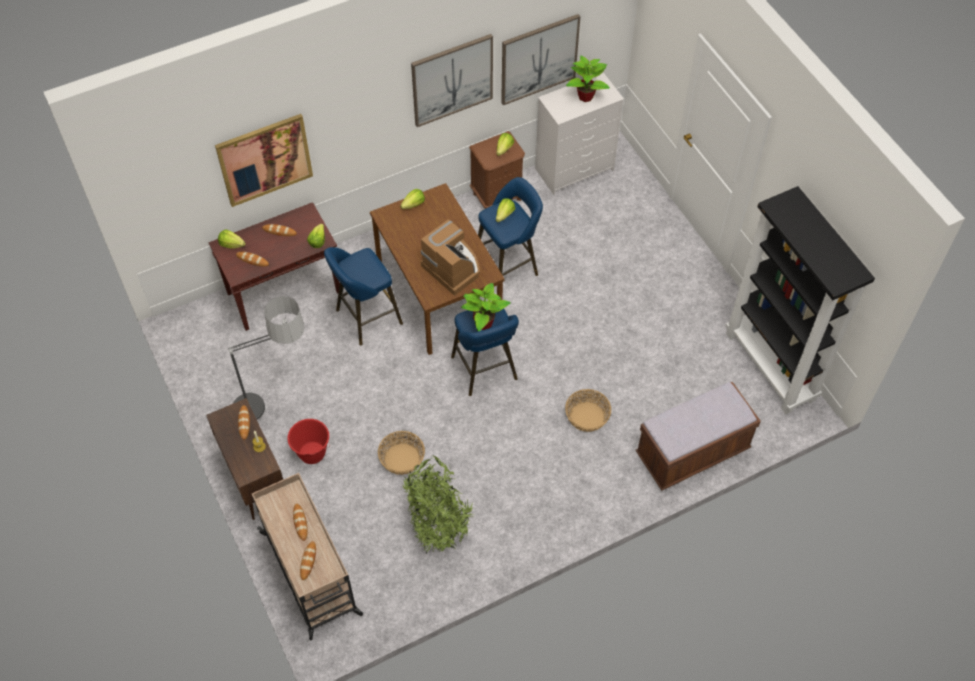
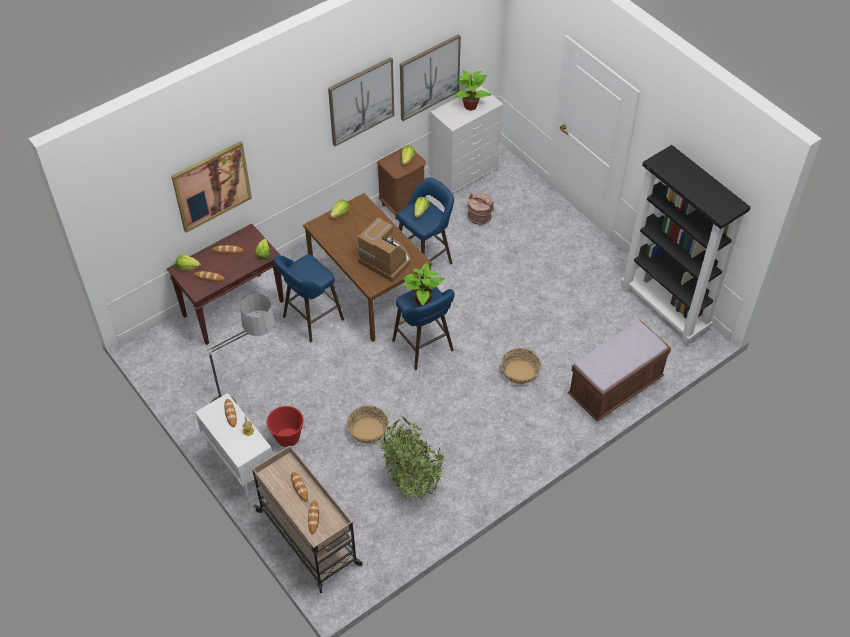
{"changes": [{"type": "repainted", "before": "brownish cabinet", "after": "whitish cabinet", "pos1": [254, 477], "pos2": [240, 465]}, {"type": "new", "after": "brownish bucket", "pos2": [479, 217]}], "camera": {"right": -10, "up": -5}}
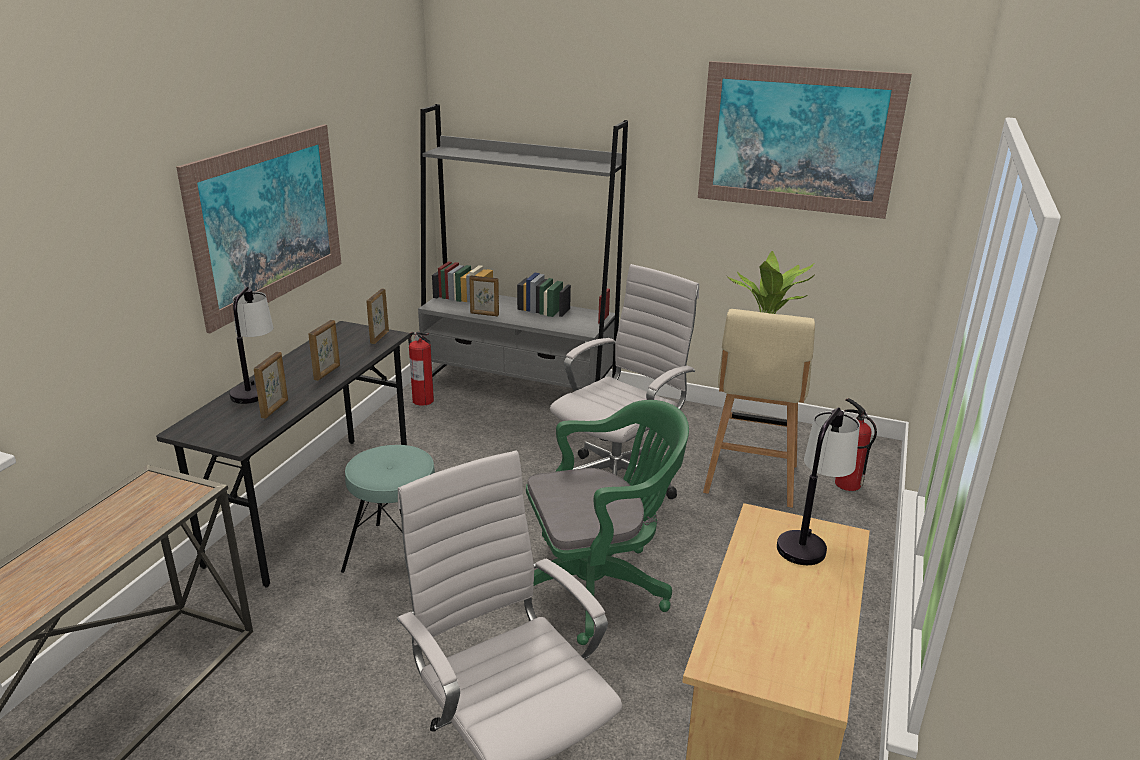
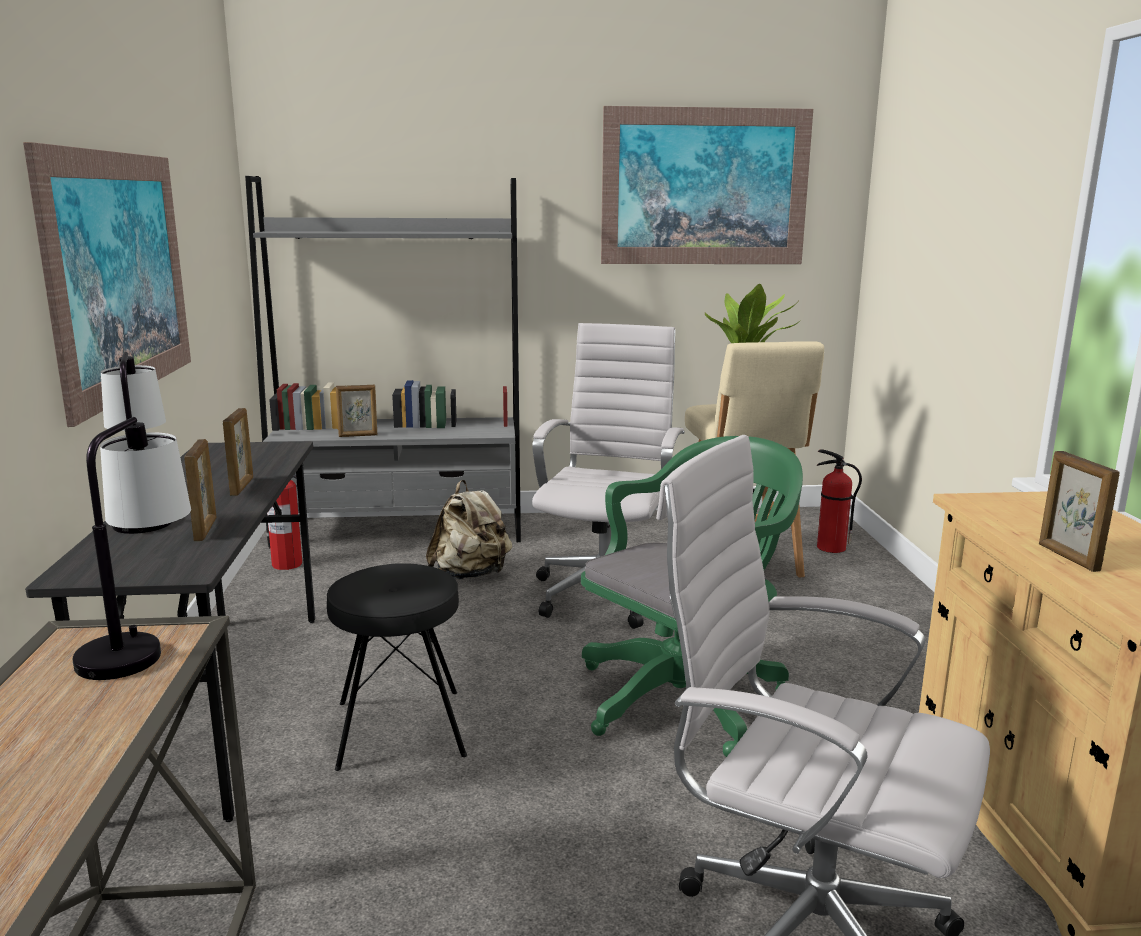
{"changes": [{"type": "repainted", "before": "blue-green stool seat", "after": "blackish stool seat", "pos1": [397, 554], "pos2": [400, 728]}, {"type": "shifted", "before": "picture frame", "pos1": [379, 337], "pos2": [1067, 557]}, {"type": "shifted", "before": "table lamp", "pos1": [808, 538], "pos2": [140, 642]}, {"type": "new", "after": "beige-coloured knapsack", "pos2": [470, 575]}], "camera": {"right": -25, "up": -10}}
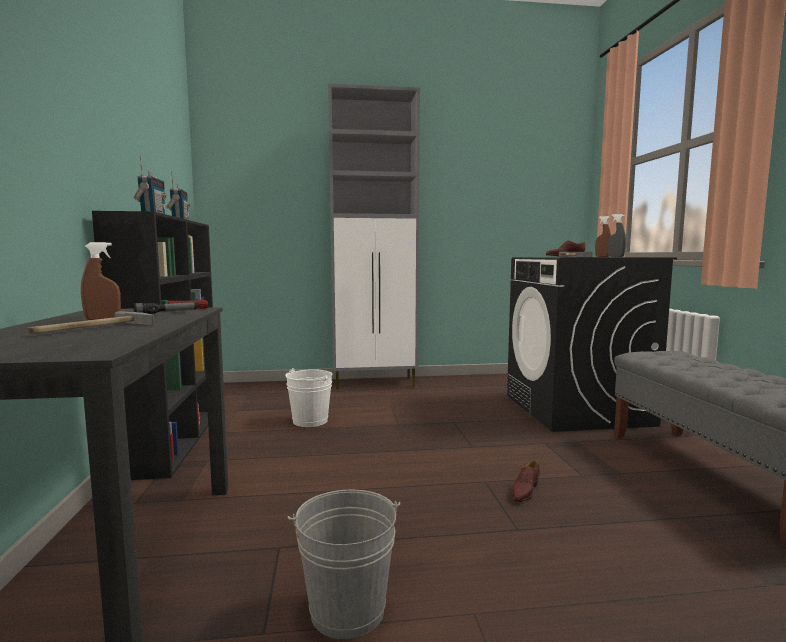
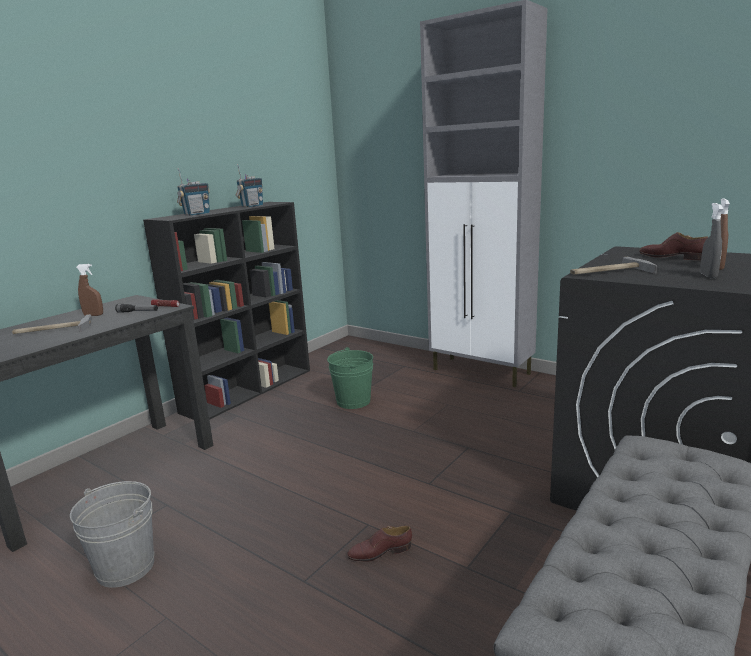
{"changes": [{"type": "repainted", "before": "whitish bucket", "after": "green bucket", "pos1": [310, 421], "pos2": [353, 401]}], "camera": {"right": 45, "up": 10}}
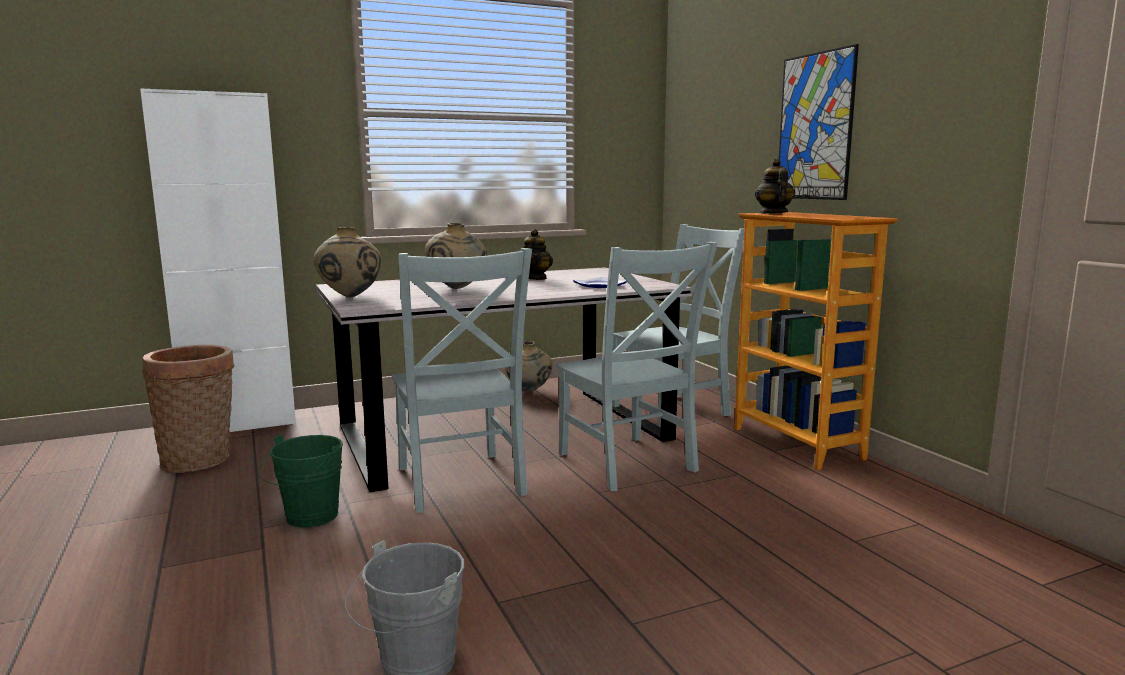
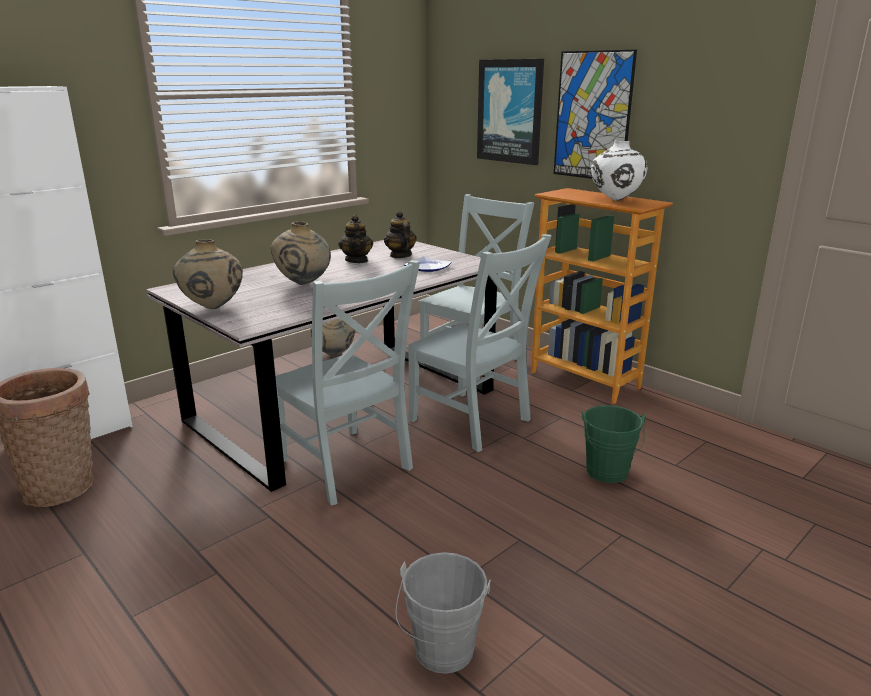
{"changes": [{"type": "shifted", "before": "green bucket", "pos1": [308, 518], "pos2": [607, 474]}, {"type": "shifted", "before": "pot for tea", "pos1": [773, 213], "pos2": [400, 256]}, {"type": "new", "after": "wall art", "pos2": [510, 111]}, {"type": "new", "after": "whitish decorative vase", "pos2": [615, 200]}], "camera": {"right": -20, "up": 10}}
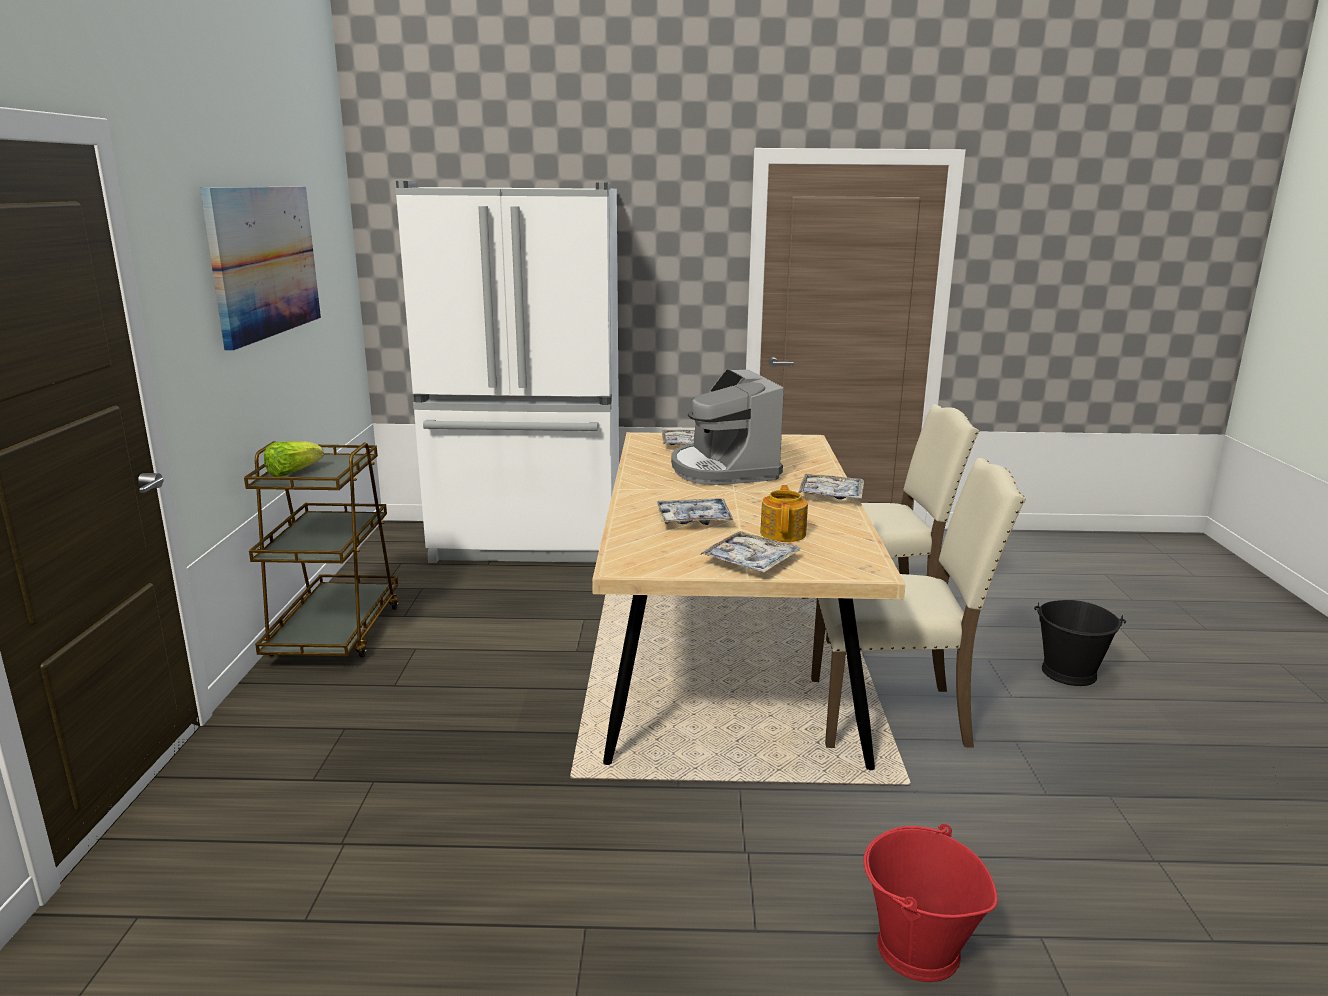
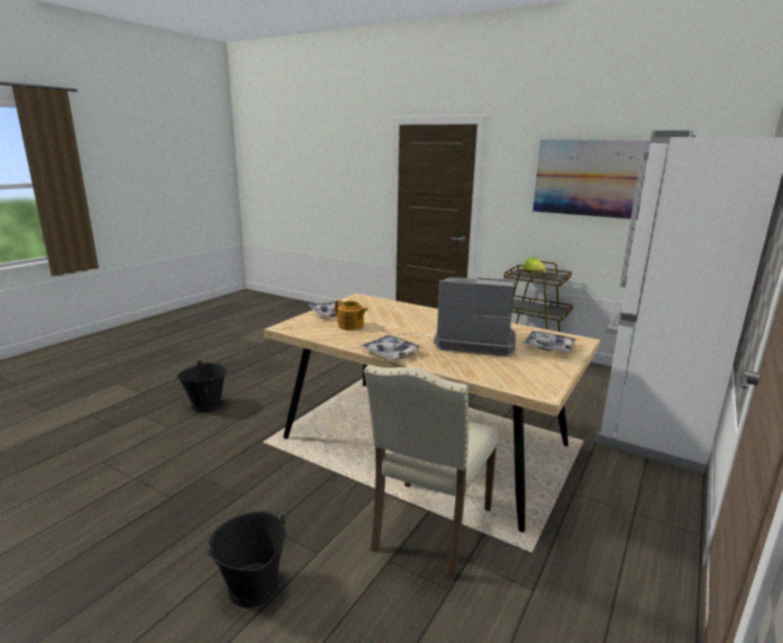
{"changes": [{"type": "gone", "before": "tray", "pos1": [693, 519]}, {"type": "gone", "before": "beige-coloured chair", "pos1": [892, 714]}, {"type": "repainted", "before": "red bucket", "after": "blackish bucket", "pos1": [917, 950], "pos2": [207, 404]}], "camera": {"right": 120, "up": 0}}
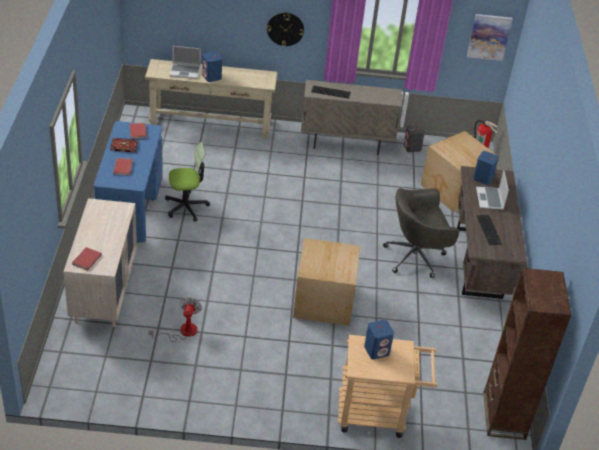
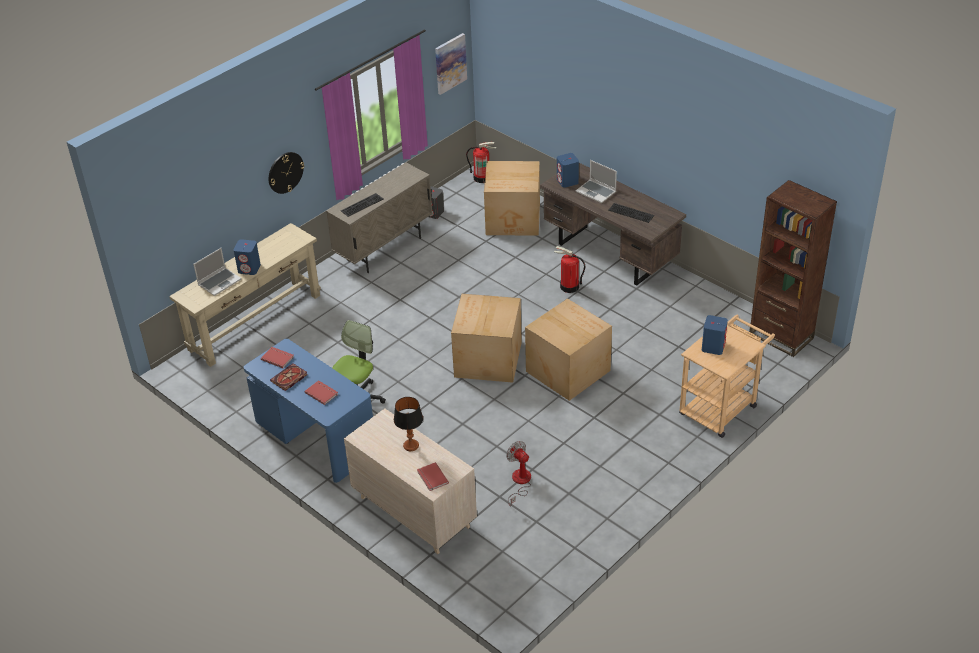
{"changes": [{"type": "swapped", "before": "gray desk chair", "after": "extinguisher", "pos1": [416, 257], "pos2": [569, 287]}, {"type": "new", "after": "table lamp", "pos2": [411, 446]}, {"type": "new", "after": "cardboard box", "pos2": [487, 360]}], "camera": {"right": -45, "up": 0}}
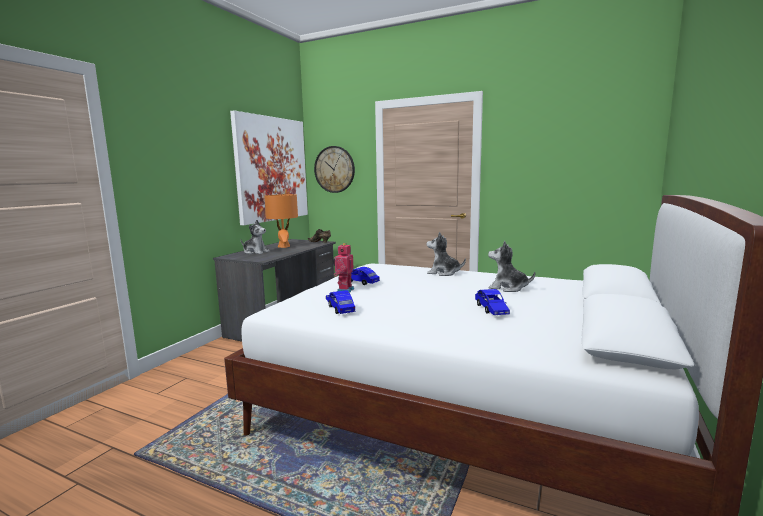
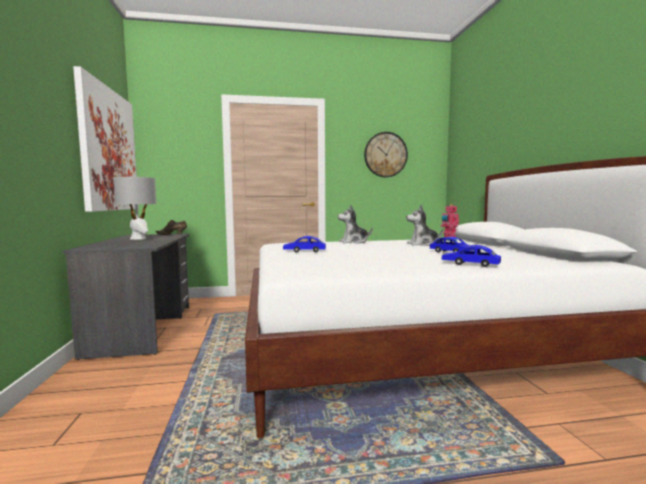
{"changes": [{"type": "gone", "before": "cuddly toy", "pos1": [255, 252]}, {"type": "repainted", "before": "orange-coloured table lamp", "after": "gray table lamp", "pos1": [284, 246], "pos2": [138, 239]}, {"type": "shifted", "before": "wall clock", "pos1": [334, 169], "pos2": [385, 154]}, {"type": "shifted", "before": "bluish miniature car", "pos1": [340, 308], "pos2": [470, 264]}, {"type": "shifted", "before": "robot figure", "pos1": [344, 290], "pos2": [449, 240]}], "camera": {"right": -35, "up": -5}}
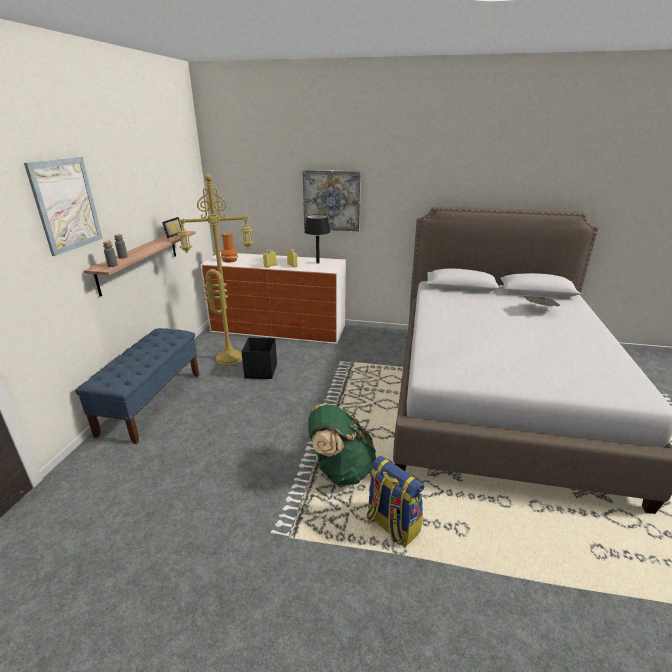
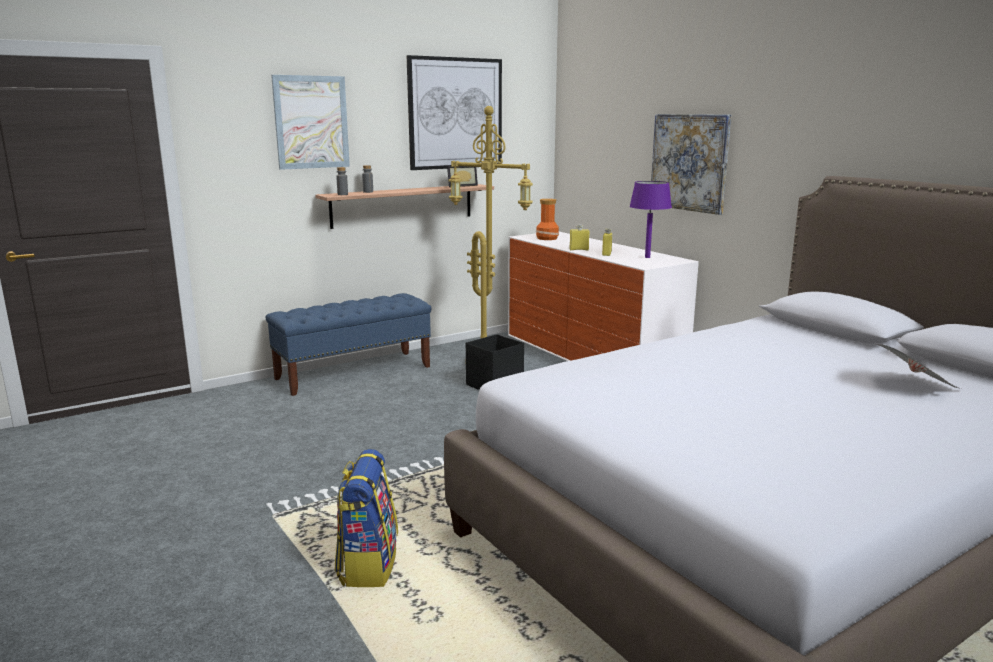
{"changes": [{"type": "repainted", "before": "blackish table lamp", "after": "purple-coloured table lamp", "pos1": [318, 263], "pos2": [647, 257]}, {"type": "gone", "before": "green knapsack", "pos1": [340, 469]}, {"type": "new", "after": "wall art", "pos2": [455, 113]}], "camera": {"right": 45, "up": -10}}
